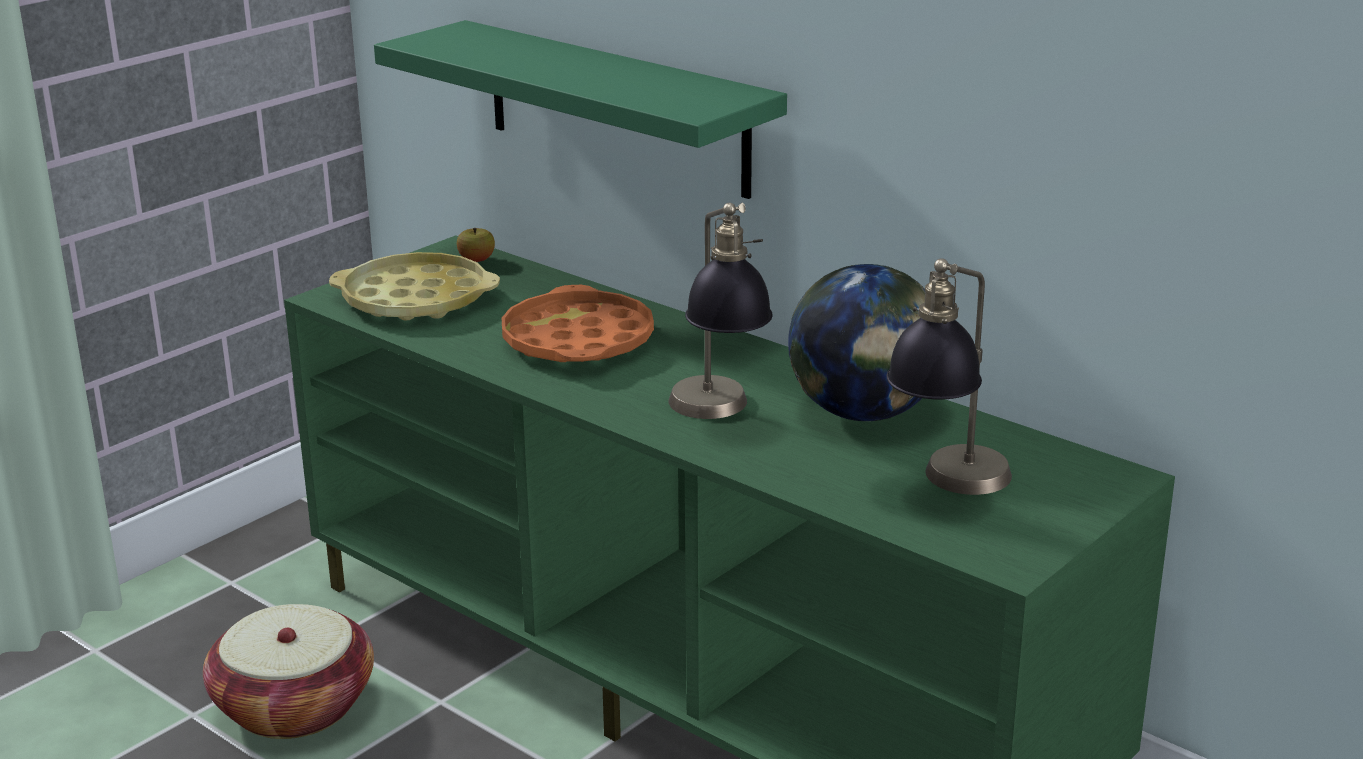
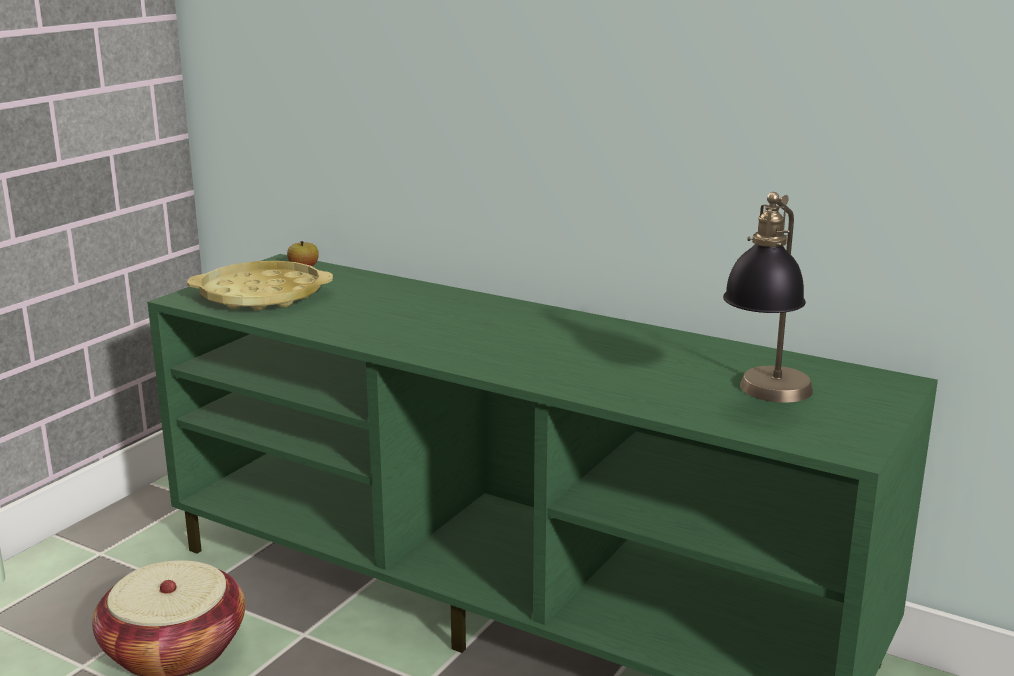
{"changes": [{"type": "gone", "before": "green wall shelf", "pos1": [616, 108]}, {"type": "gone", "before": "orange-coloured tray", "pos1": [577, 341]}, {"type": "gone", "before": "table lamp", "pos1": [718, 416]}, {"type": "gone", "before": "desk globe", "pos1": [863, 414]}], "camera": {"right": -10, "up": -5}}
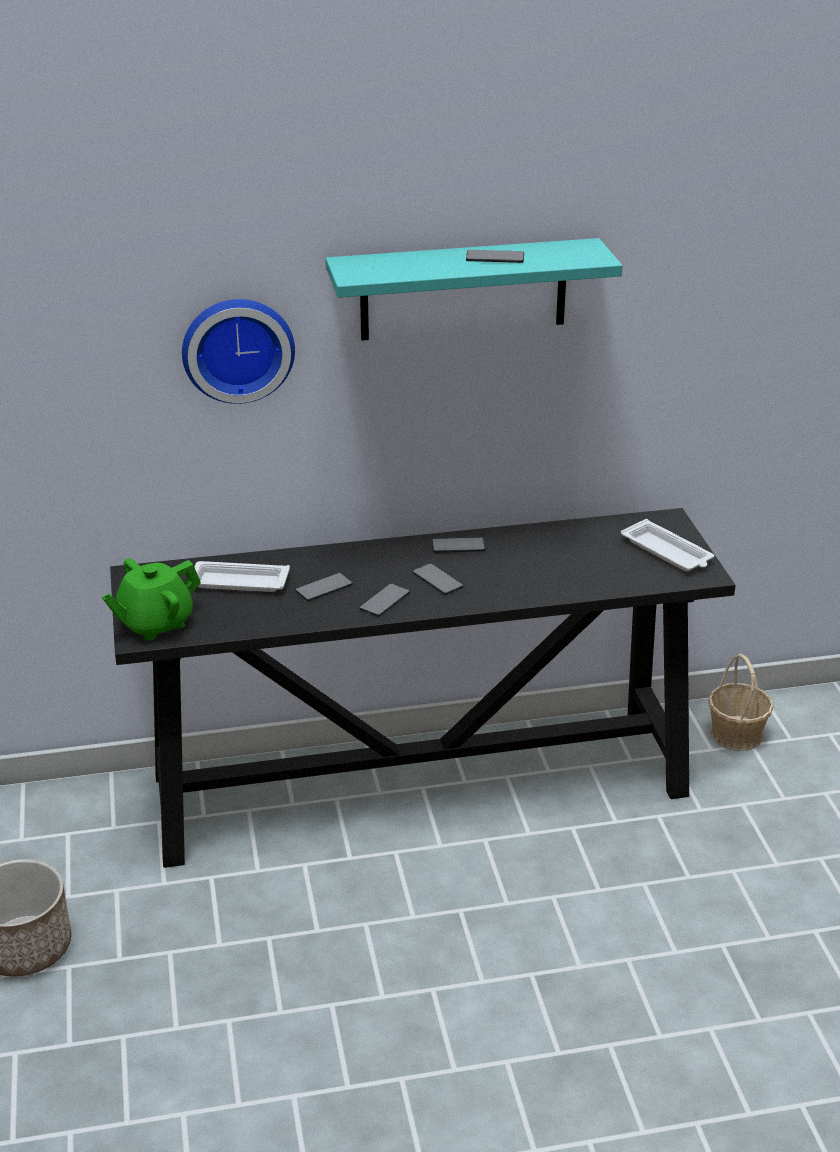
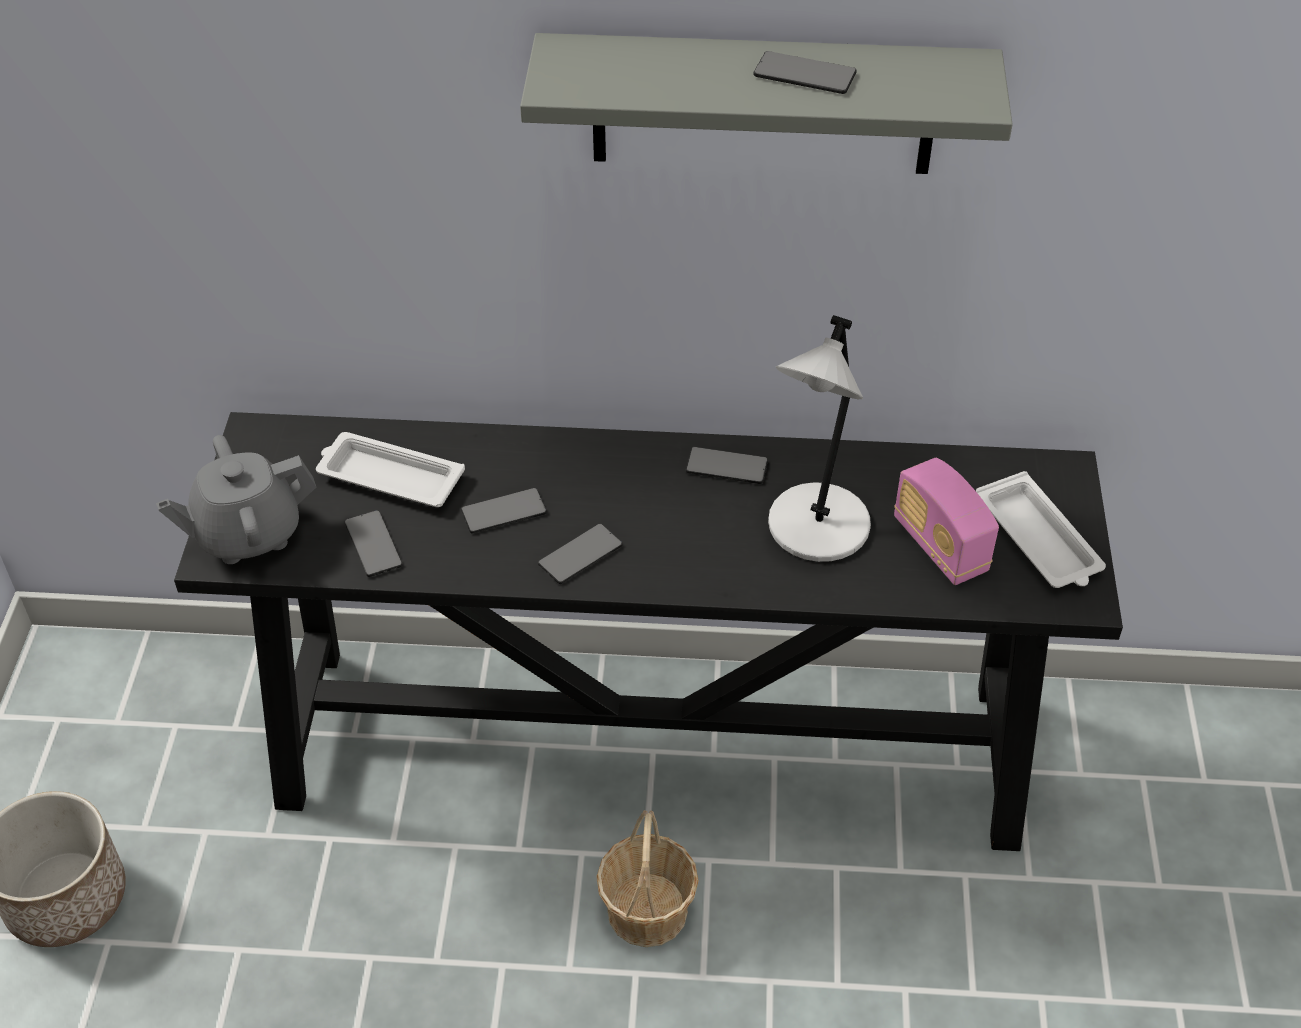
{"changes": [{"type": "repainted", "before": "green pot for tea", "after": "gray pot for tea", "pos1": [155, 624], "pos2": [247, 534]}, {"type": "gone", "before": "wall clock", "pos1": [237, 347]}, {"type": "repainted", "before": "blue-green wall shelf", "after": "gray wall shelf", "pos1": [463, 289], "pos2": [763, 104]}, {"type": "shifted", "before": "handset", "pos1": [437, 580], "pos2": [373, 544]}, {"type": "shifted", "before": "storage basket", "pos1": [736, 734], "pos2": [648, 910]}, {"type": "new", "after": "gray table lamp", "pos2": [816, 529]}, {"type": "new", "after": "radio set", "pos2": [939, 546]}], "camera": {"right": 15, "up": 15}}
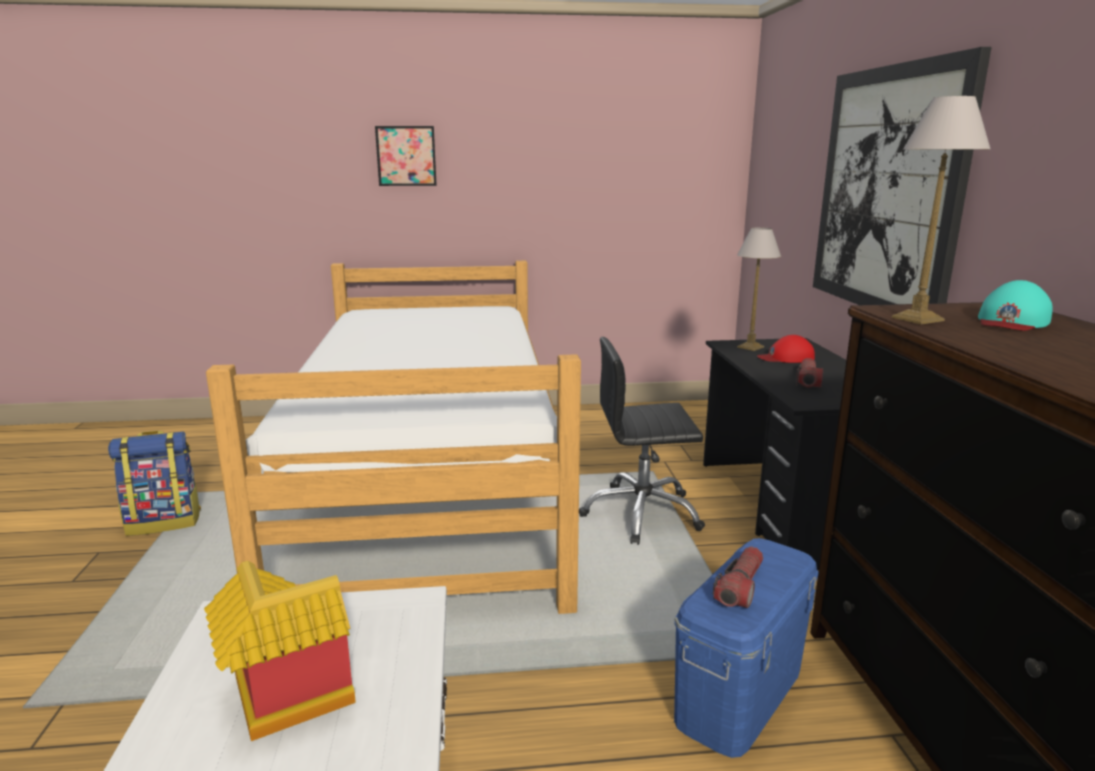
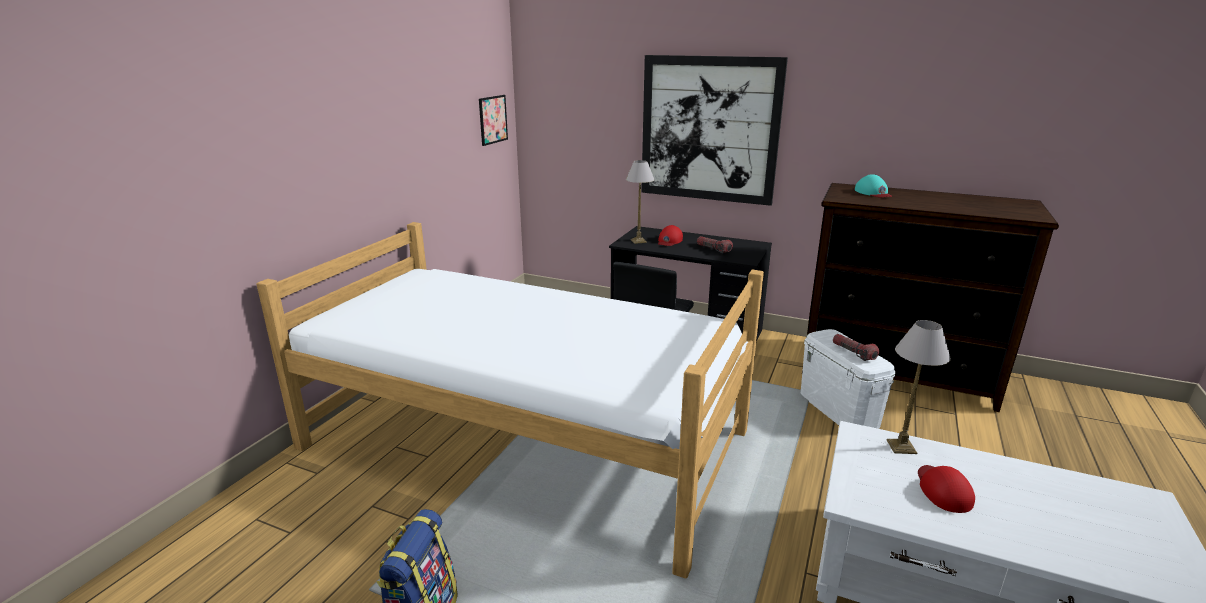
{"changes": [{"type": "swapped", "before": "model house", "after": "red baseball cap", "pos1": [281, 700], "pos2": [943, 490]}, {"type": "shifted", "before": "wall art", "pos1": [406, 156], "pos2": [493, 119]}, {"type": "repainted", "before": "bluish storage bin", "after": "whitish storage bin", "pos1": [740, 694], "pos2": [838, 409]}, {"type": "shifted", "before": "table lamp", "pos1": [919, 319], "pos2": [901, 446]}], "camera": {"right": -60, "up": 5}}
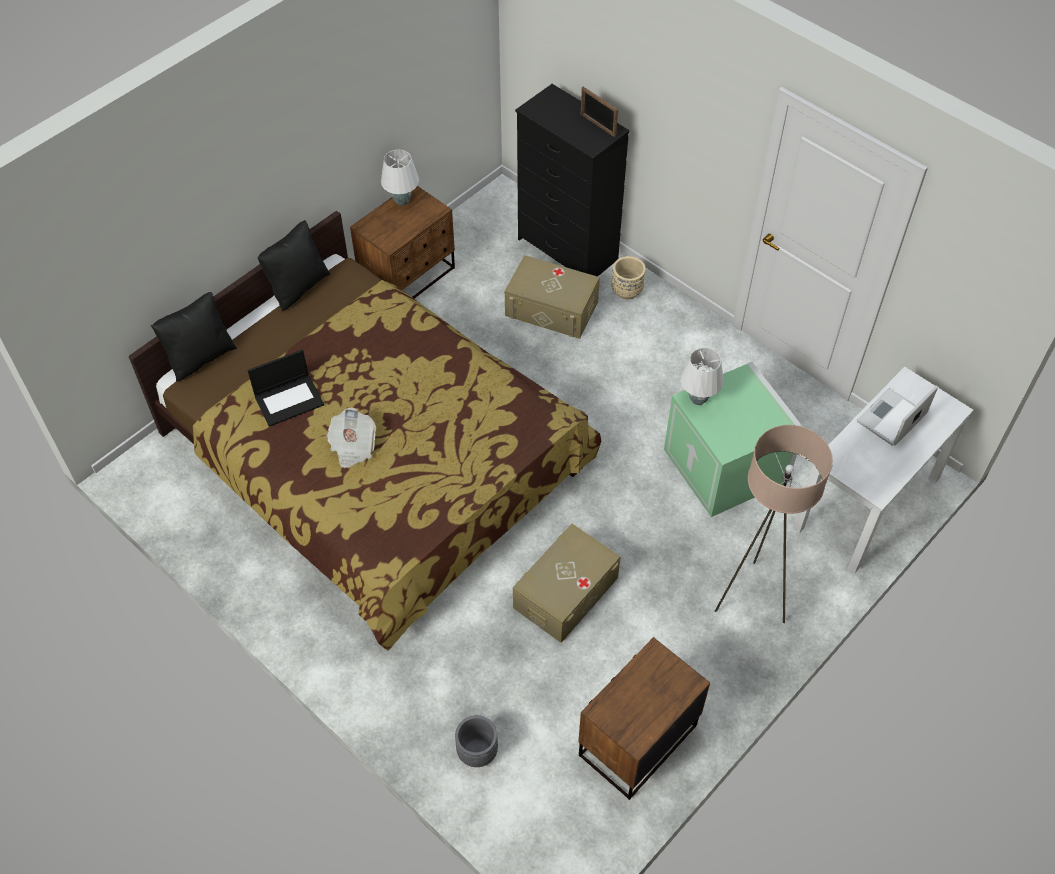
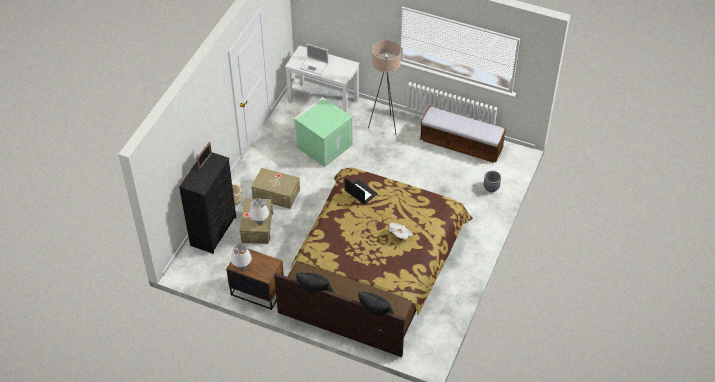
{"changes": [{"type": "shifted", "before": "portable computer", "pos1": [289, 400], "pos2": [360, 192]}, {"type": "shifted", "before": "beige-coloured storage bin", "pos1": [565, 593], "pos2": [276, 194]}, {"type": "swapped", "before": "brownish night table", "after": "long seat", "pos1": [636, 740], "pos2": [461, 145]}, {"type": "shifted", "before": "whitish table lamp", "pos1": [698, 399], "pos2": [260, 222]}], "camera": {"right": -110, "up": -5}}
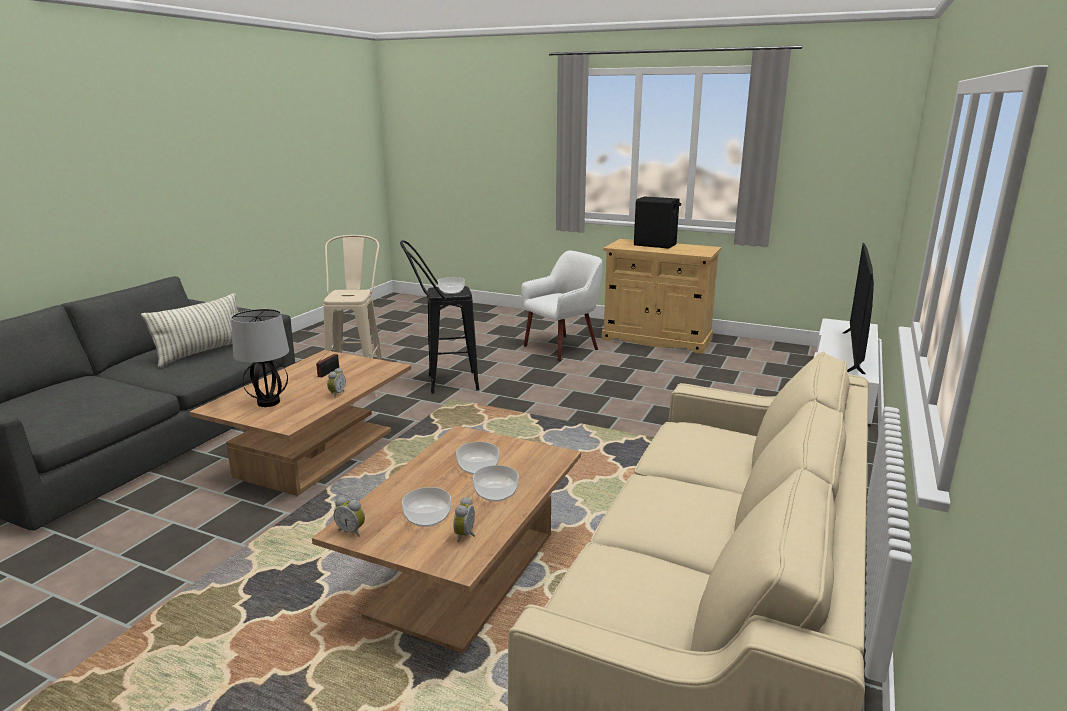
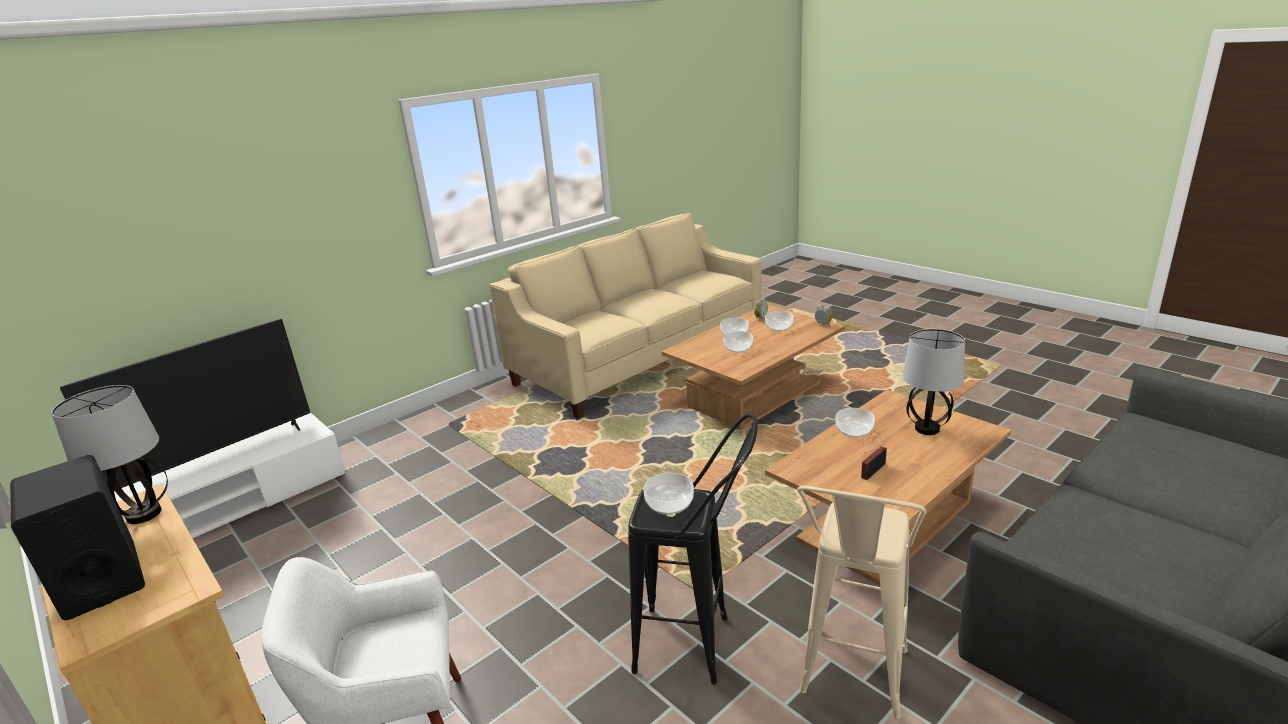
{"changes": [{"type": "gone", "before": "cushion", "pos1": [203, 352]}, {"type": "swapped", "before": "alarm clock", "after": "deep dish", "pos1": [336, 394], "pos2": [854, 431]}, {"type": "new", "after": "table lamp", "pos2": [143, 515]}], "camera": {"right": -155, "up": 5}}
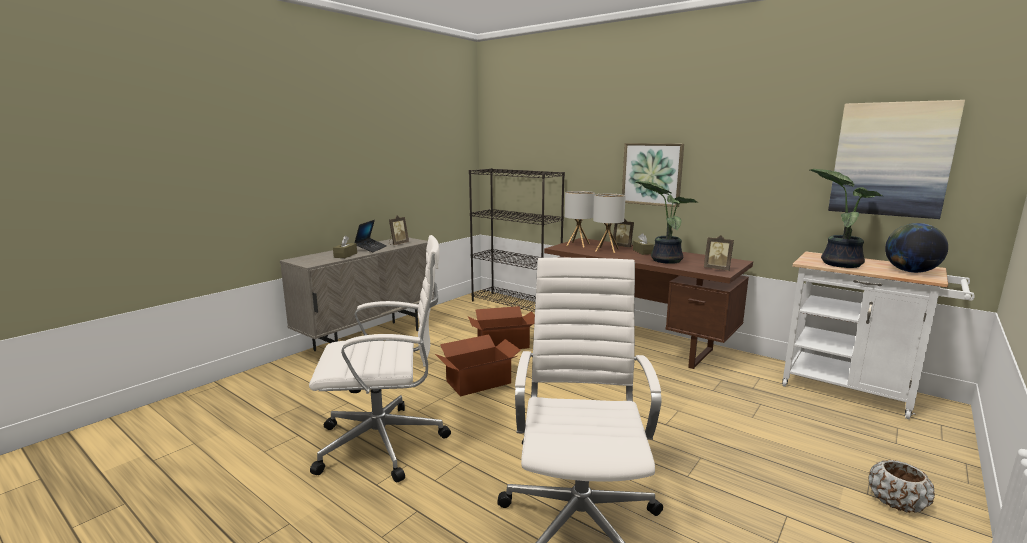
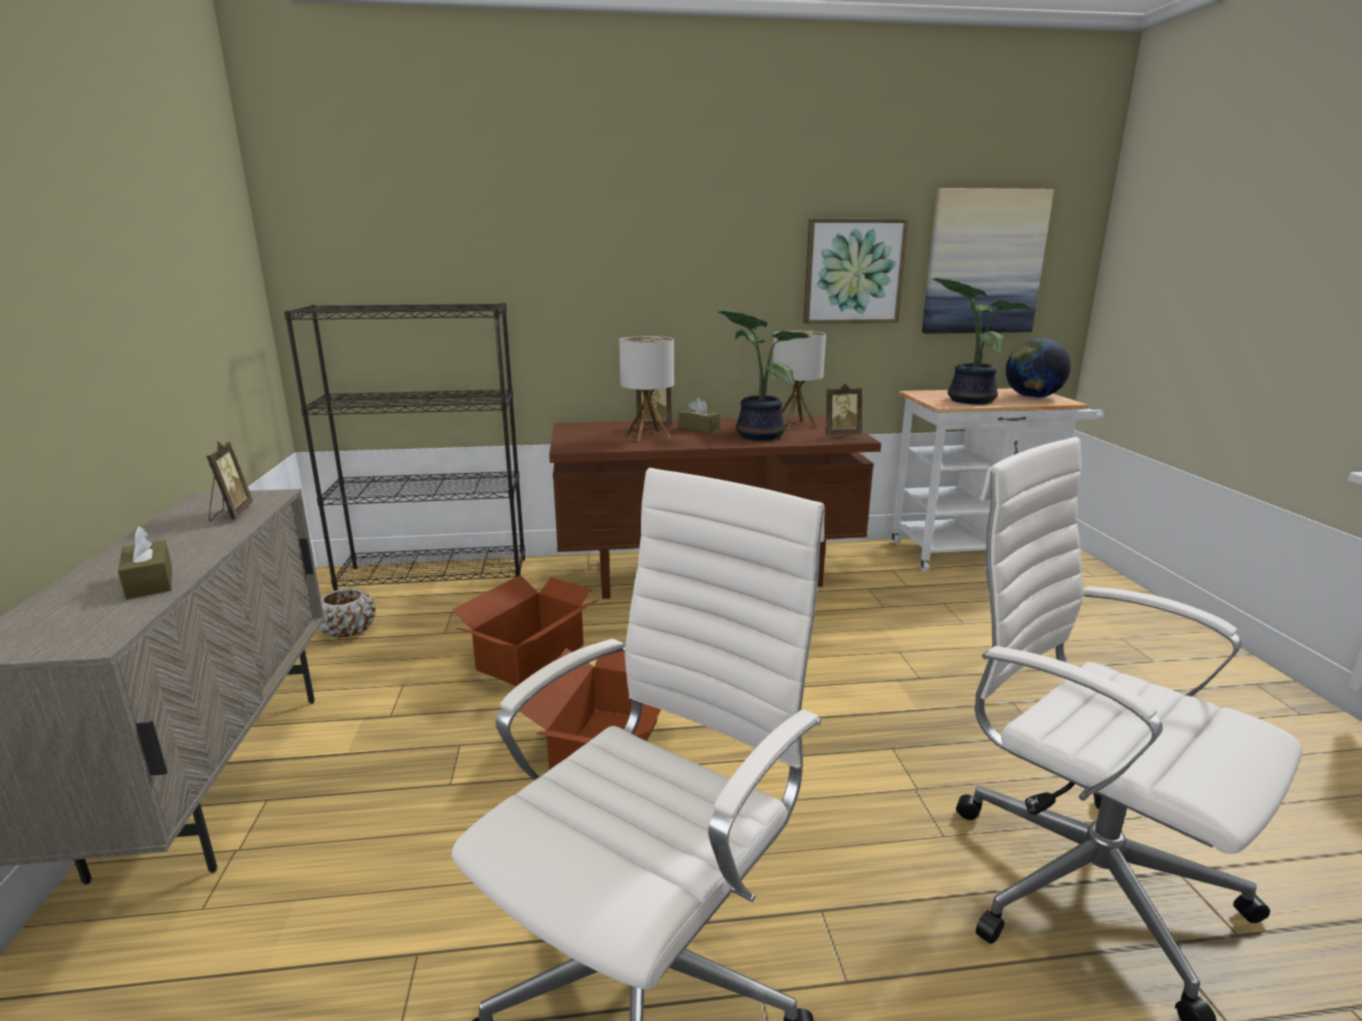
{"changes": [{"type": "gone", "before": "portable computer", "pos1": [371, 248]}, {"type": "shifted", "before": "table lamp", "pos1": [578, 244], "pos2": [794, 424]}, {"type": "shifted", "before": "wall art", "pos1": [652, 174], "pos2": [853, 271]}, {"type": "shifted", "before": "brownish plant pot", "pos1": [896, 501], "pos2": [347, 630]}], "camera": {"right": -45, "up": 5}}
